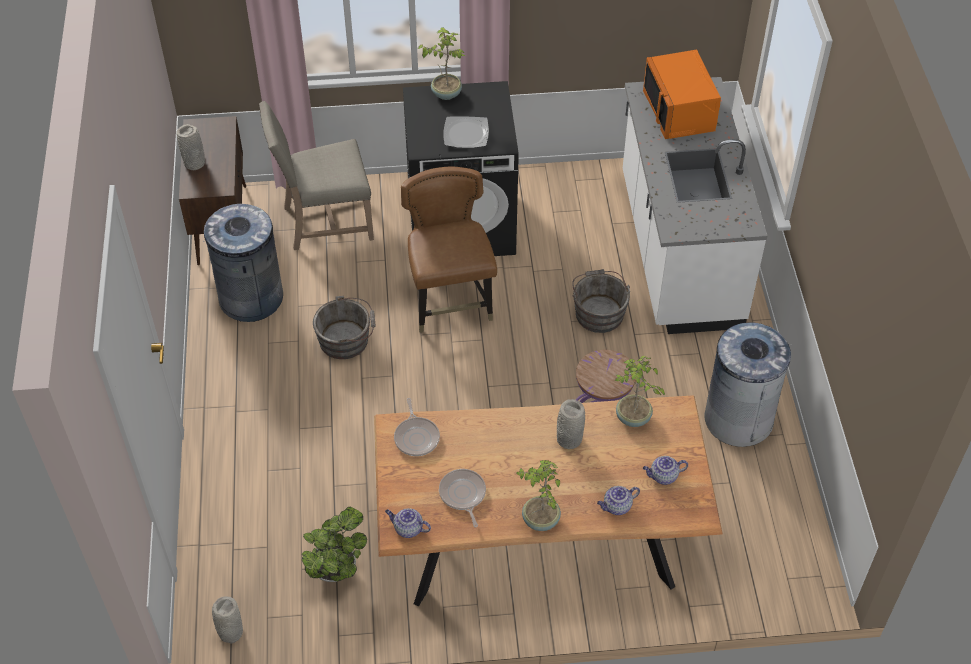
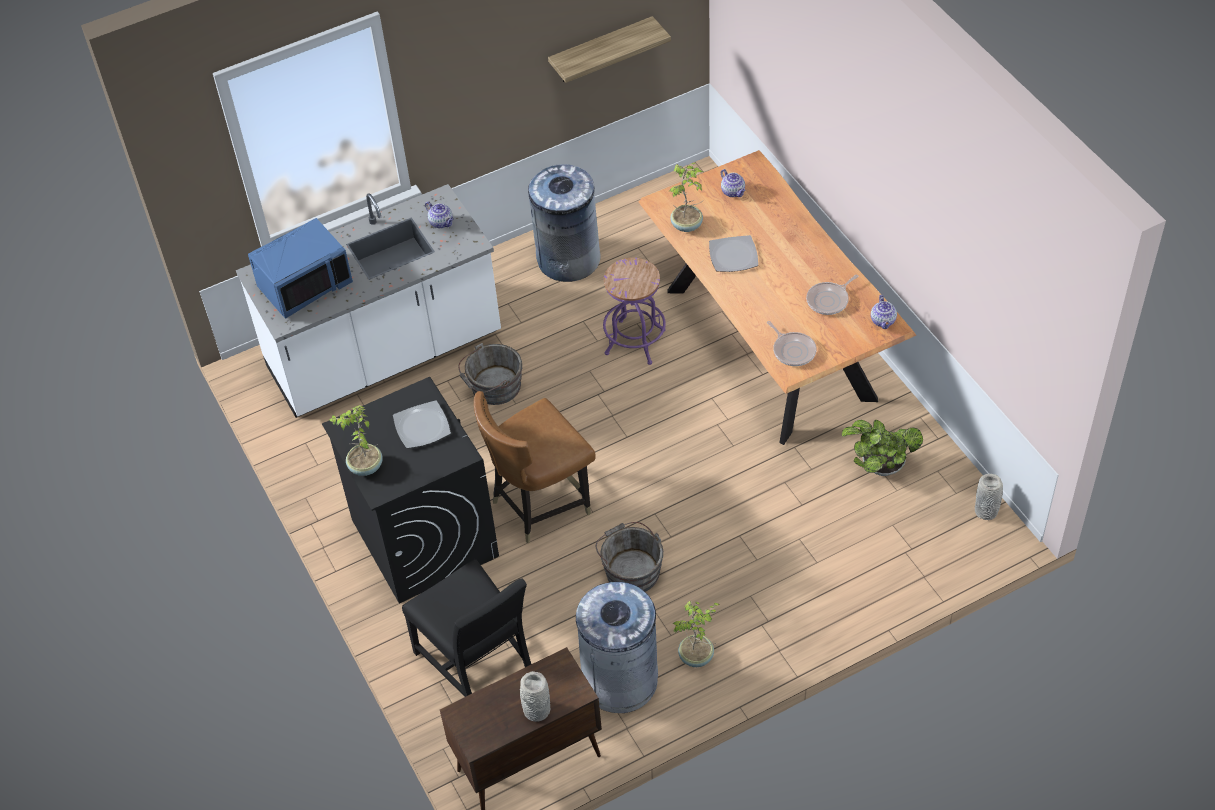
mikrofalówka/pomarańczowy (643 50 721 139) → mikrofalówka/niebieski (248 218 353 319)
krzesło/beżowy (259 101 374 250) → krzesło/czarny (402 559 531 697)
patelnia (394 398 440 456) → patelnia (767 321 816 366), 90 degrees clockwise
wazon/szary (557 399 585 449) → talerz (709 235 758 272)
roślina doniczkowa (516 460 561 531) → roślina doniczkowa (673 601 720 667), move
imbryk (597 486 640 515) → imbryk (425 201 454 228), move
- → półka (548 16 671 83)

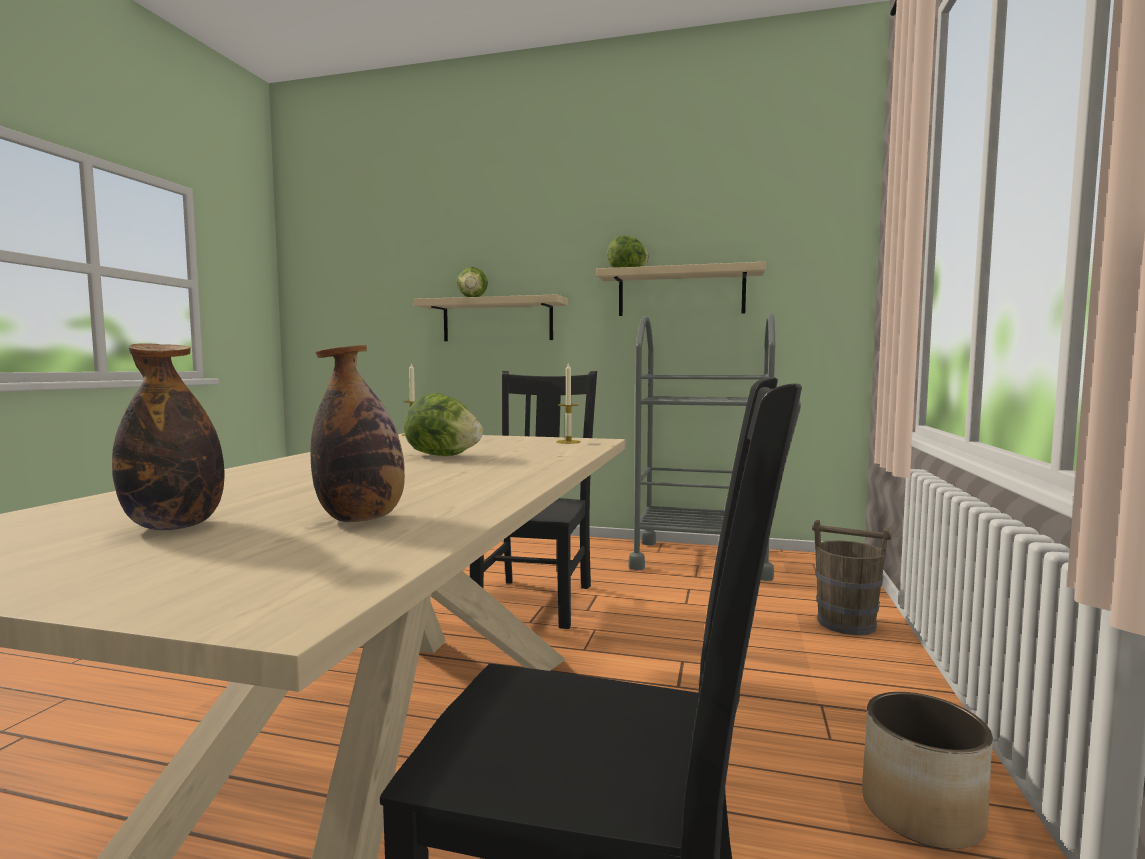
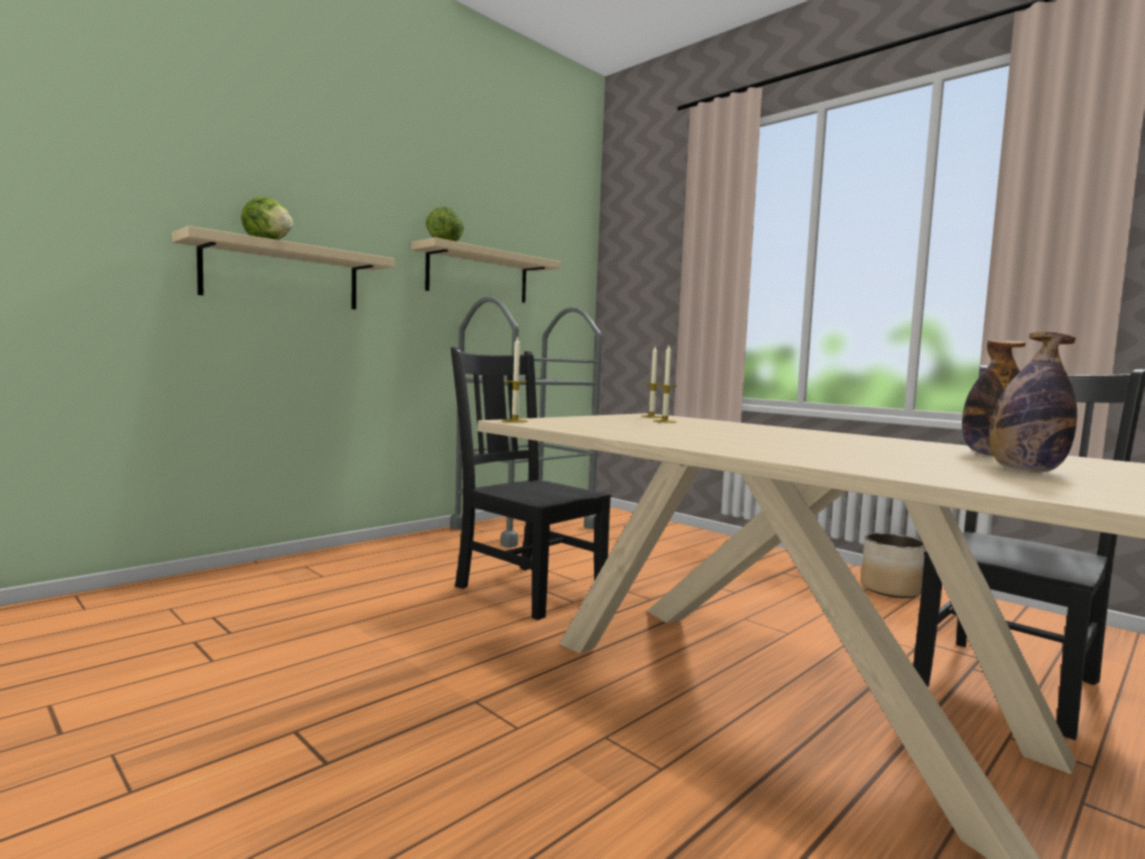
sałata (404 393 483 456) → -
wiadro/brązowy (812 520 891 635) → -
- → świeca (653 345 677 423)

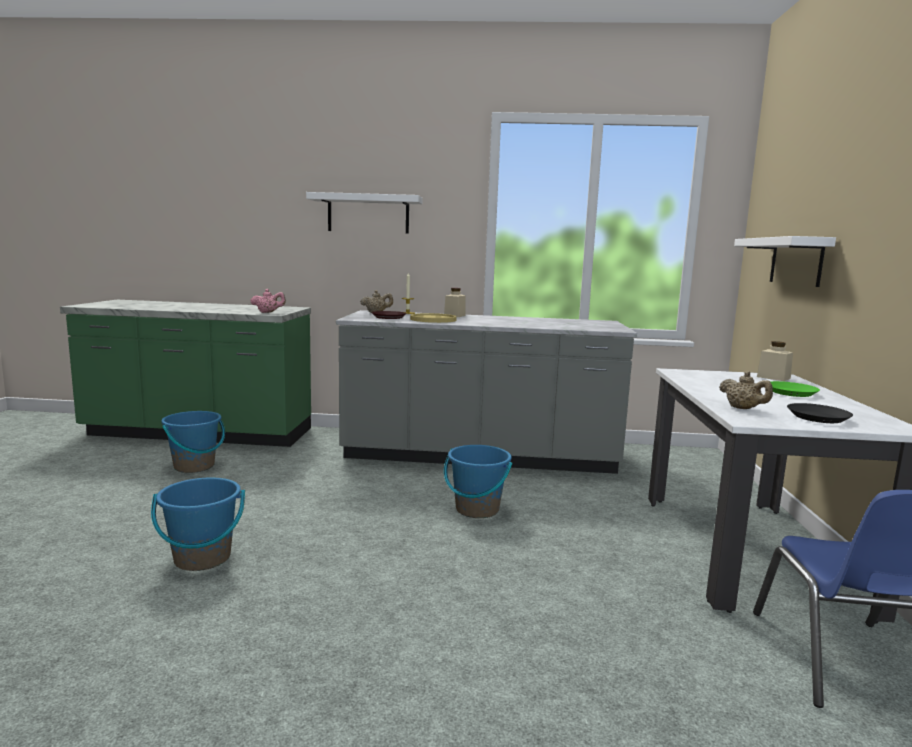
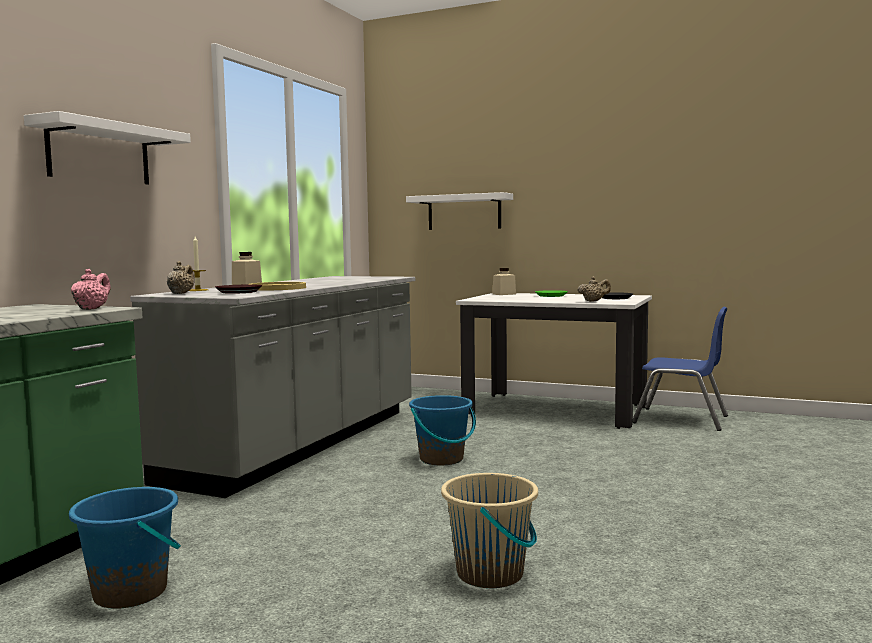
wiadro/niebieski (151 477 245 571) → wiadro/beżowy (441 473 538 588)

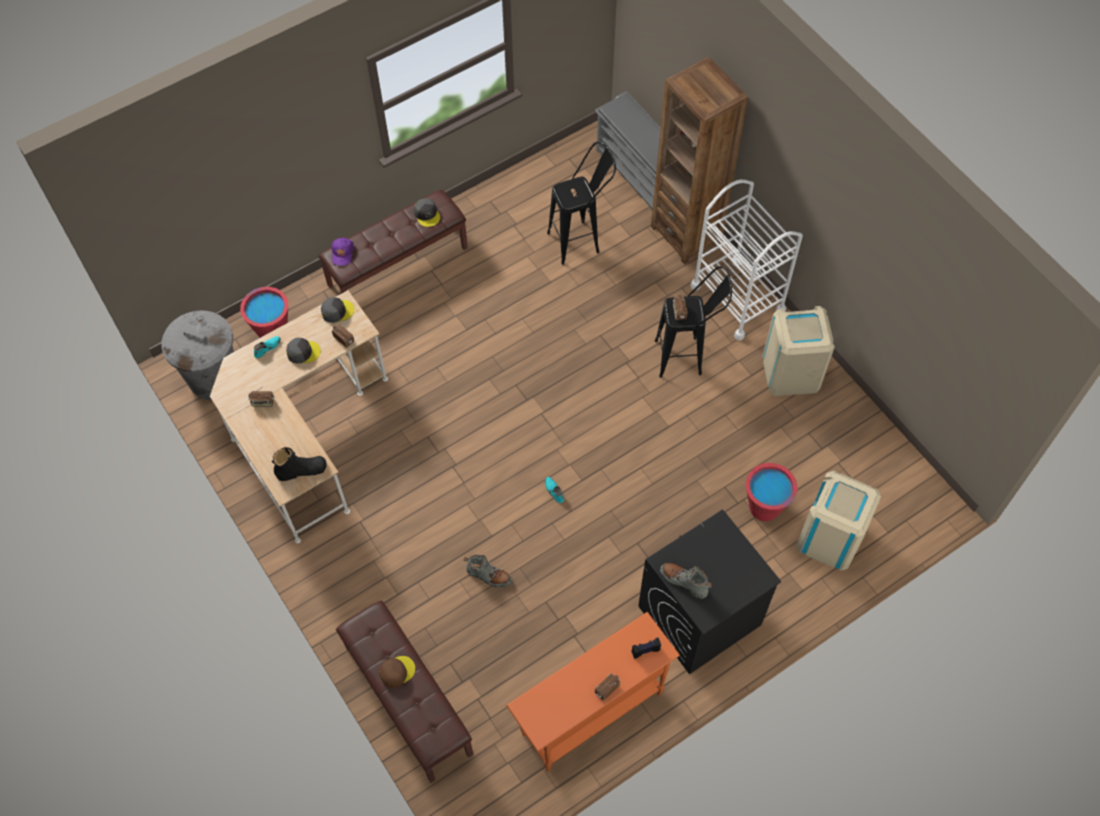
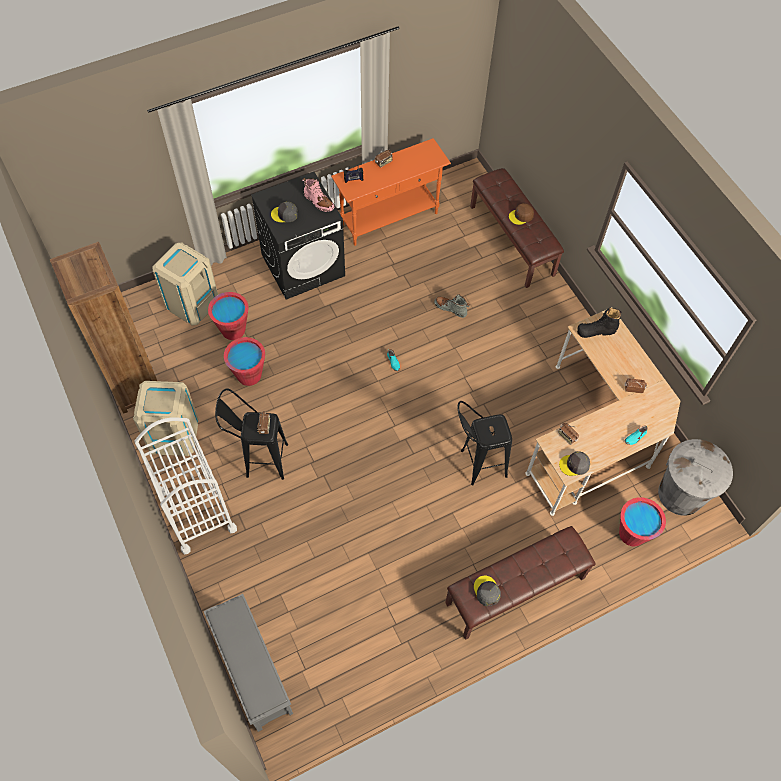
regał/brązowy (651 57 748 264) → regał/brązowy (50 242 157 414), move
stołek/czarny (547 141 616 265) → stołek/czarny (457 401 512 485), move
czapka z daszkiem/fioletowy (331 238 354 265) → -
czapka z daszkiem/szary (286 338 321 364) → czapka z daszkiem/szary (271 202 298 222), move
but z cholewką/szary (660 563 712 599) → but z cholewką/różowy (302 178 334 212)
- → wiadro/czerwony (224 337 265 386)

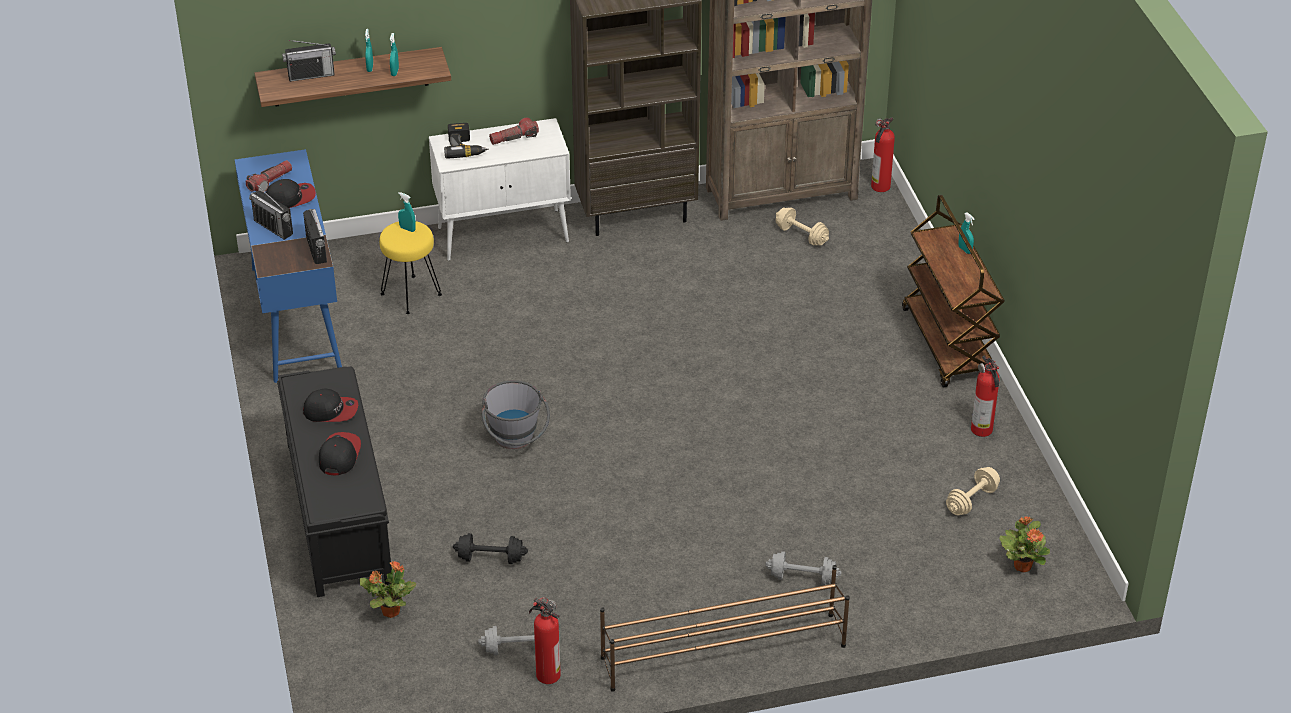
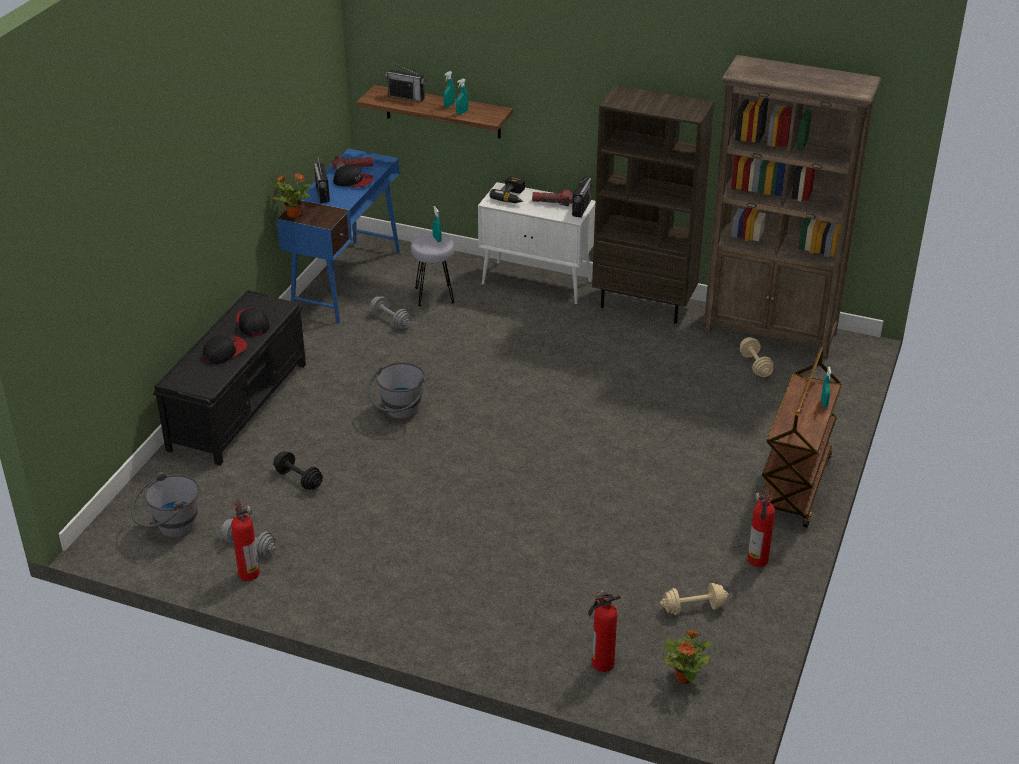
gaśnica (871 117 895 192) → gaśnica (588 590 621 672), move
radio (303 209 327 264) → radio (572 177 592 218), move
stołek/żółty (379 221 442 314) → stołek/szary (411 233 455 306)
czapka z daszkiem (303 389 358 422) → czapka z daszkiem (236 308 270 336), 150 degrees counterclockwise
hantel/szary (765 551 841 585) → hantel/szary (370 296 412 329), move
roślina doniczkowa (359 561 416 618) → roślina doniczkowa (273 173 311 218), move
regał na buty/brązowy (600 565 850 692) → -
- → wiadro/szary (131 472 200 538)

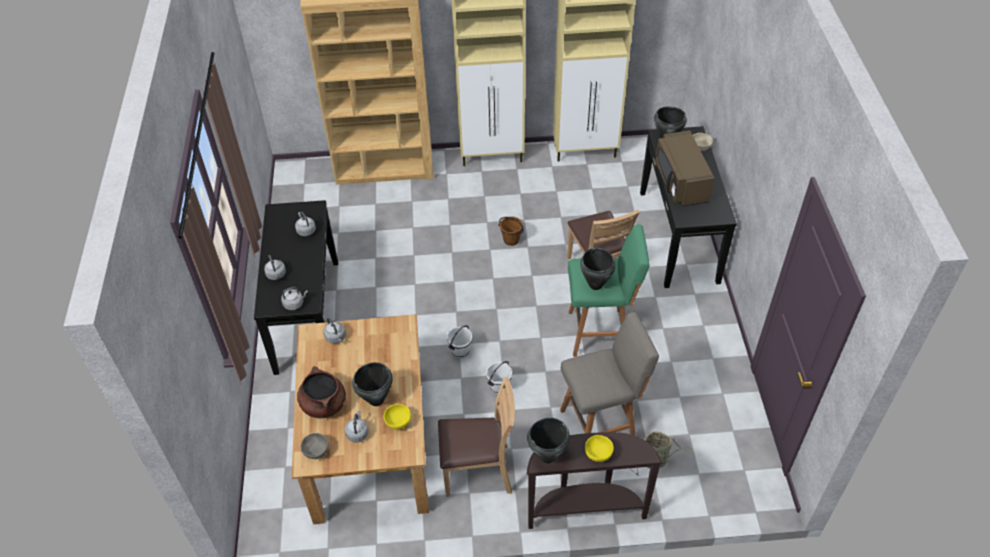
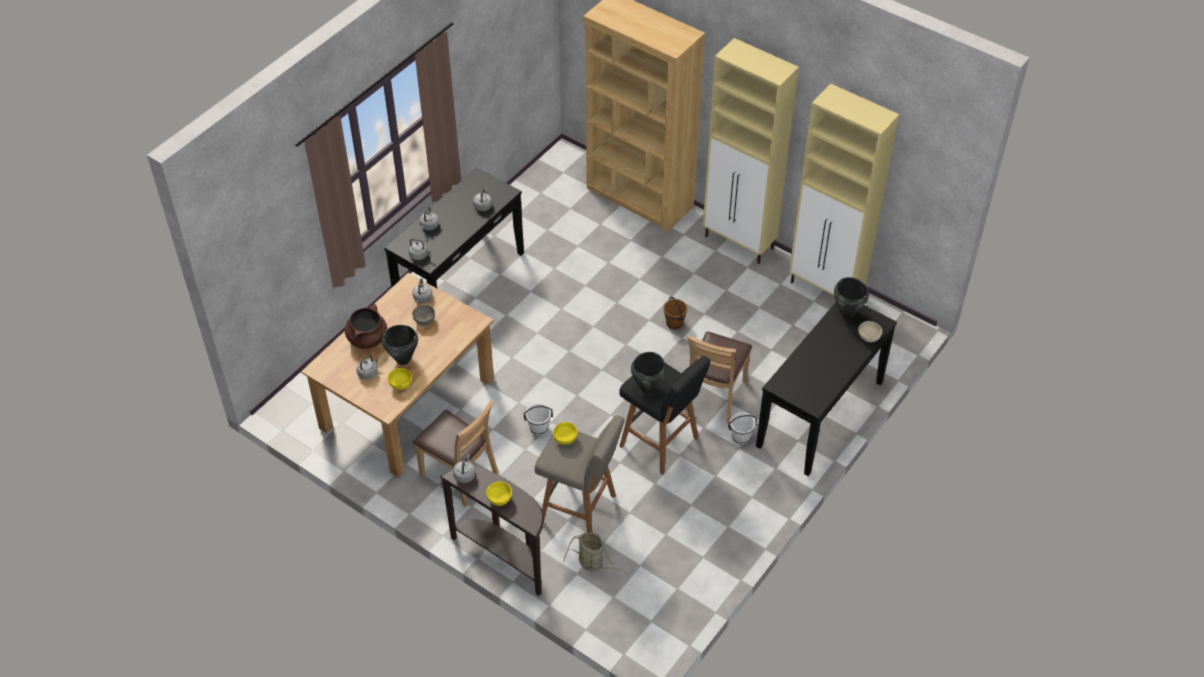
mikrofalówka/brązowy (655 130 715 207) → -
stołek/zielony (568 224 650 357) → stołek/czarny (619 356 711 475)
wiadro/biały (447 325 472 358) → wiadro/biały (728 412 757 445), move
garnek/czarny (527 418 570 463) → czajnik/szary (453 454 475 483)
miska/szary (301 433 329 459) → miska/szary (412 305 435 325), move
- → miska/żółty (553 422 578 445)

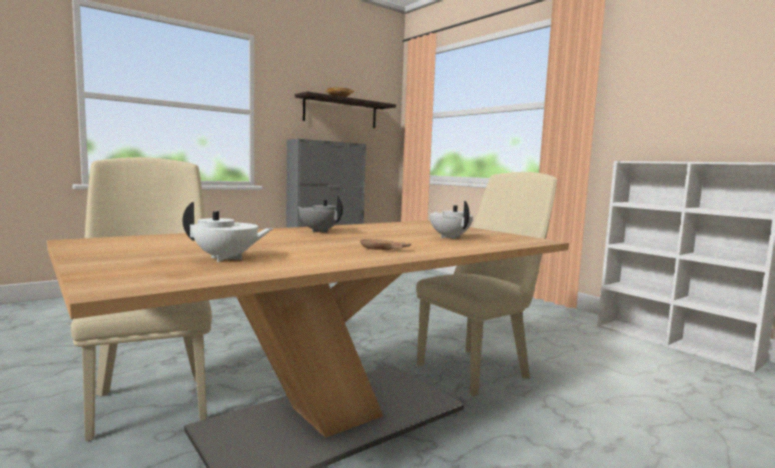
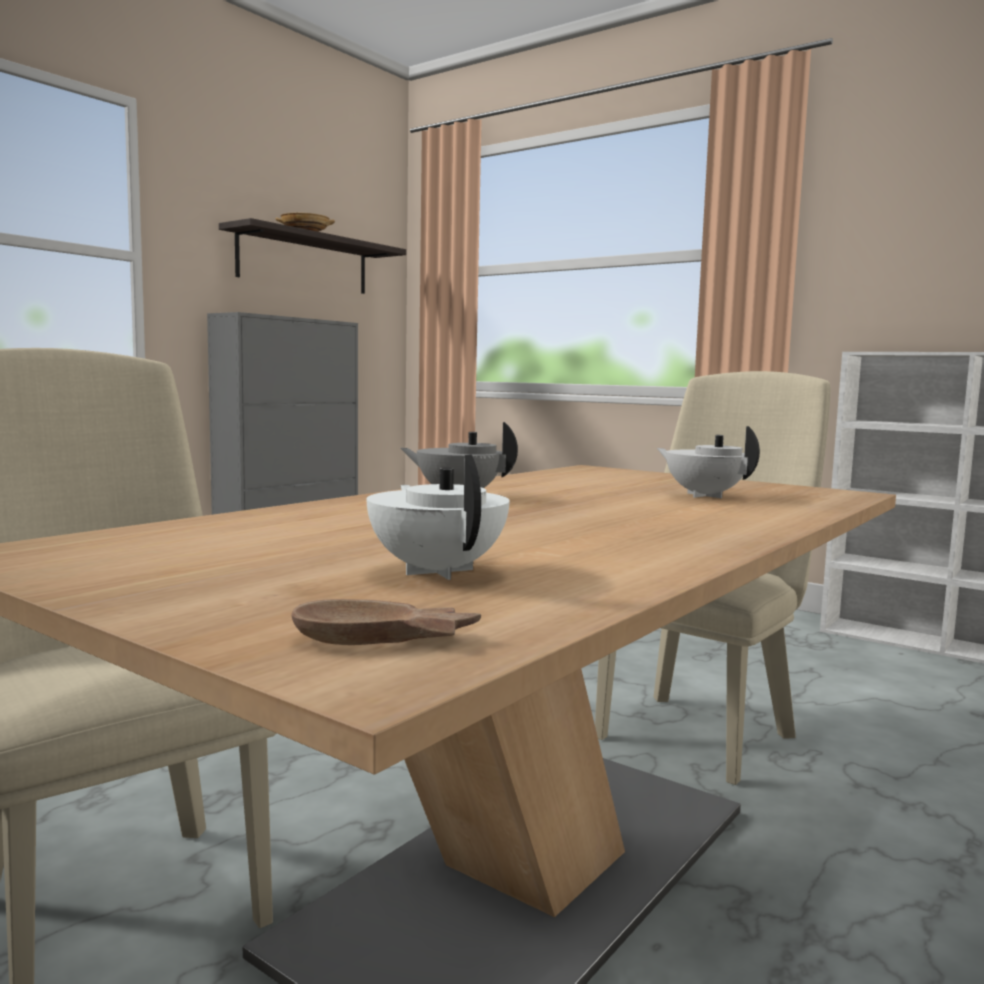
imbryk/biały (183 202 274 262) → imbryk/biały (367 455 510 580), 105 degrees counterclockwise
miska/brązowy (360 239 411 250) → miska/brązowy (292 599 481 645), move

